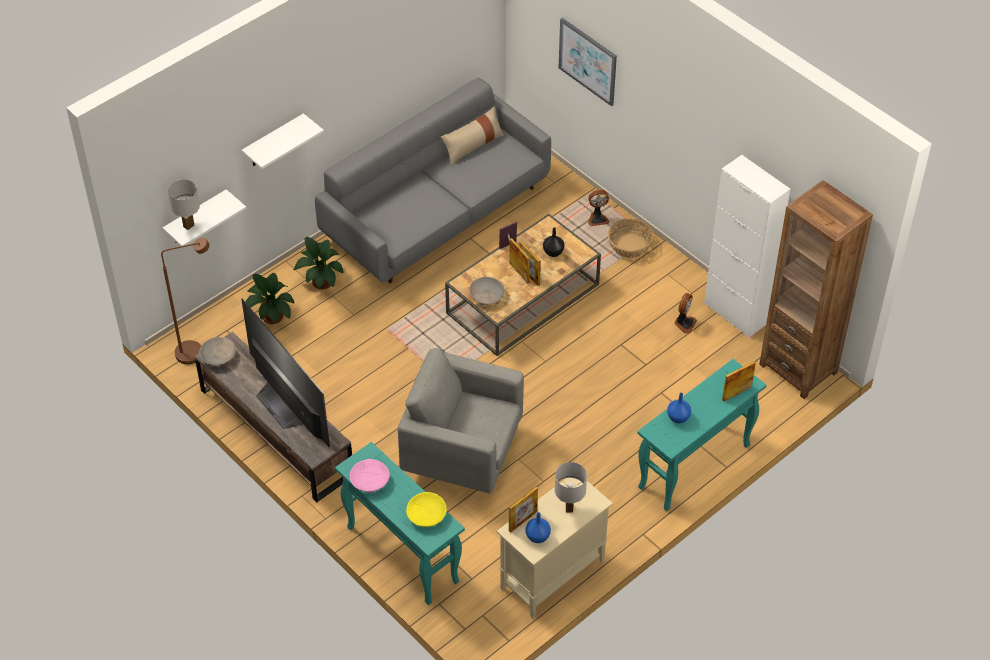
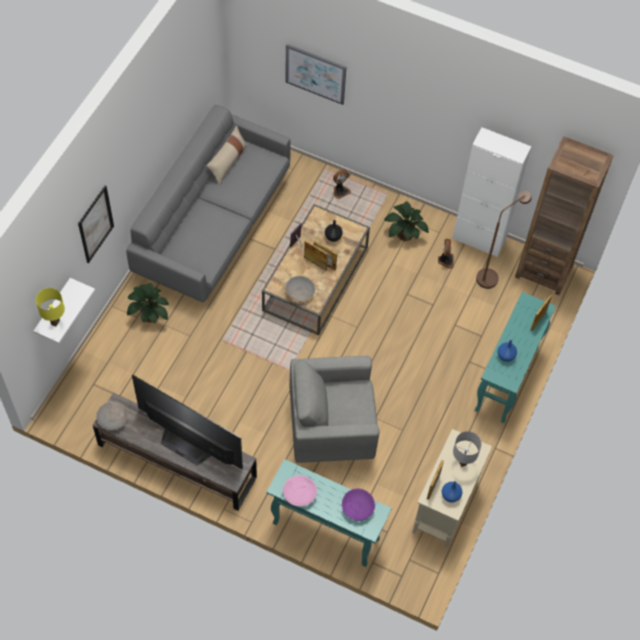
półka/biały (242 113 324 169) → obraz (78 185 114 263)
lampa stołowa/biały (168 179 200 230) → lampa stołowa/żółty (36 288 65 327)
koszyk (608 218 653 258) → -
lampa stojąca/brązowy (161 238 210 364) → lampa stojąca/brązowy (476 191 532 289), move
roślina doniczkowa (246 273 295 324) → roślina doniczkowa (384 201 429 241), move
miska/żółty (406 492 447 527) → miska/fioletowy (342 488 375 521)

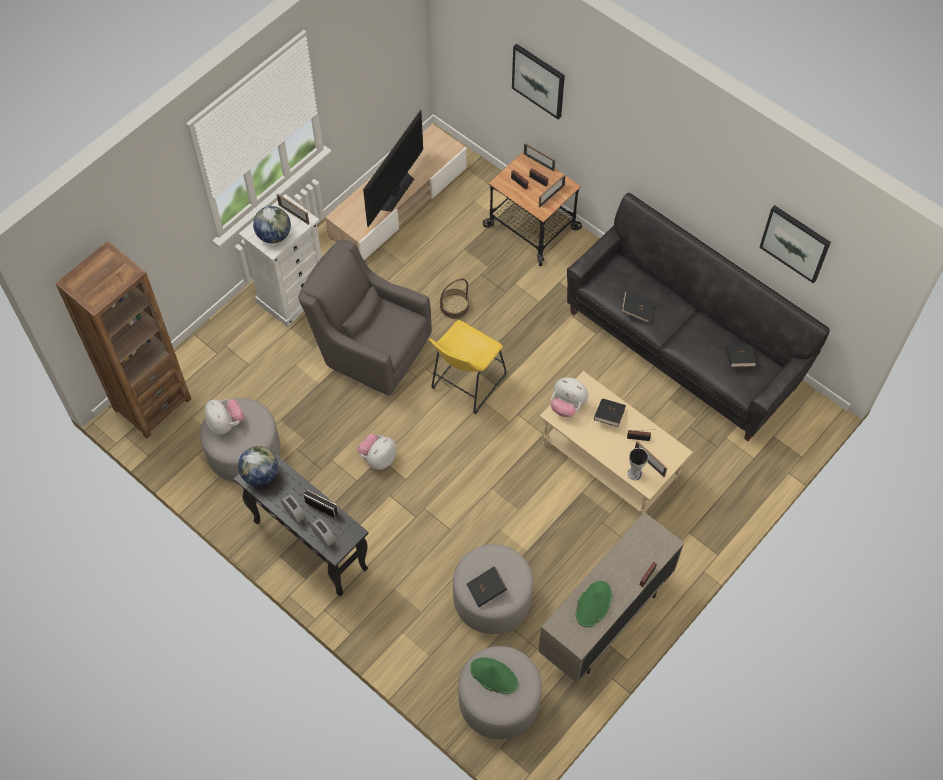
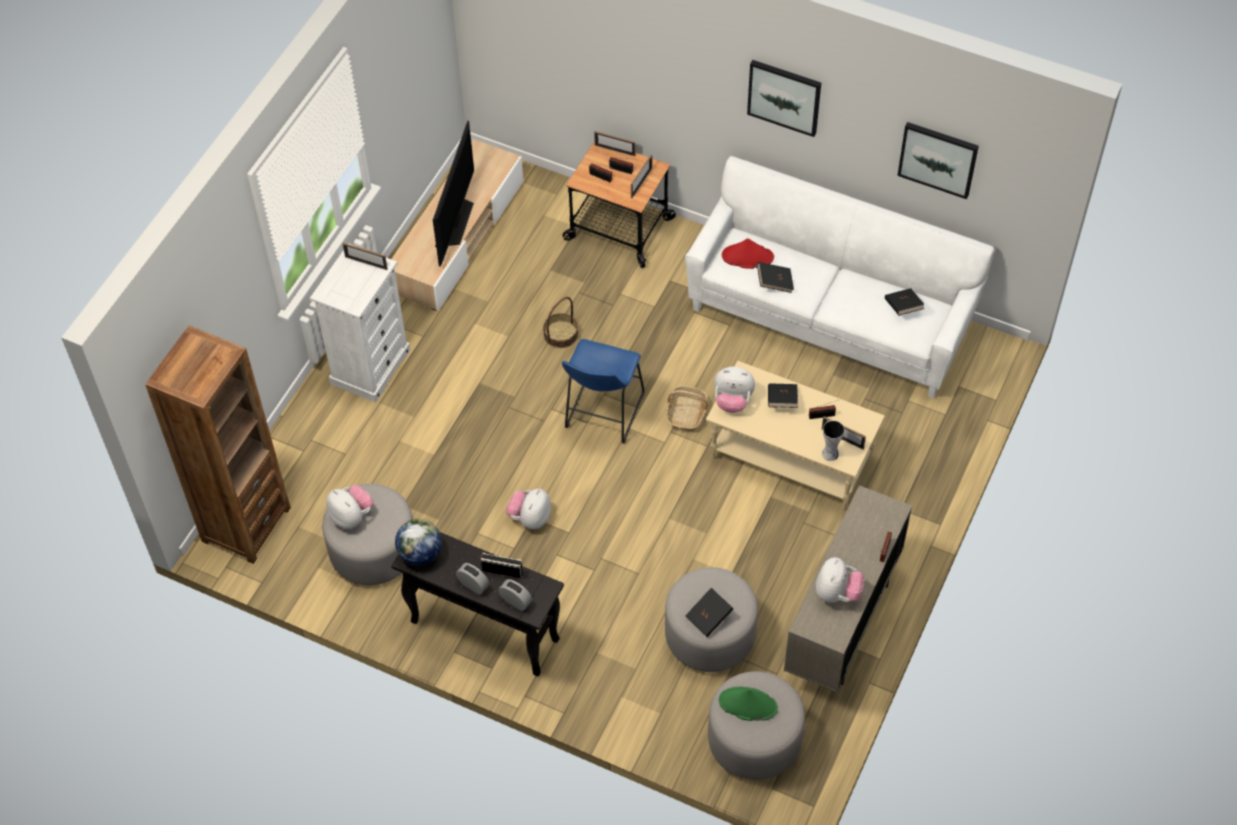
obraz (512 44 565 119) → obraz (747 60 821 137), move
kanapa/czarny (567 193 830 441) → kanapa/biały (685 156 994 398)
globus (253 206 291 243) → -
fotel/szary (298 239 432 395) → -
stołek/żółty (429 320 507 414) → stołek/niebieski (562 339 644 444)
kapelusz/zielony (575 581 612 627) → pluszak (816 557 864 603)
- → kapelusz/czerwony (722 238 774 269)
- → koszyk (666 386 708 431)

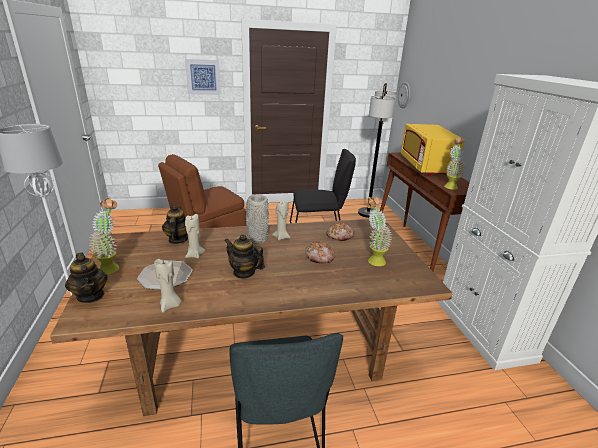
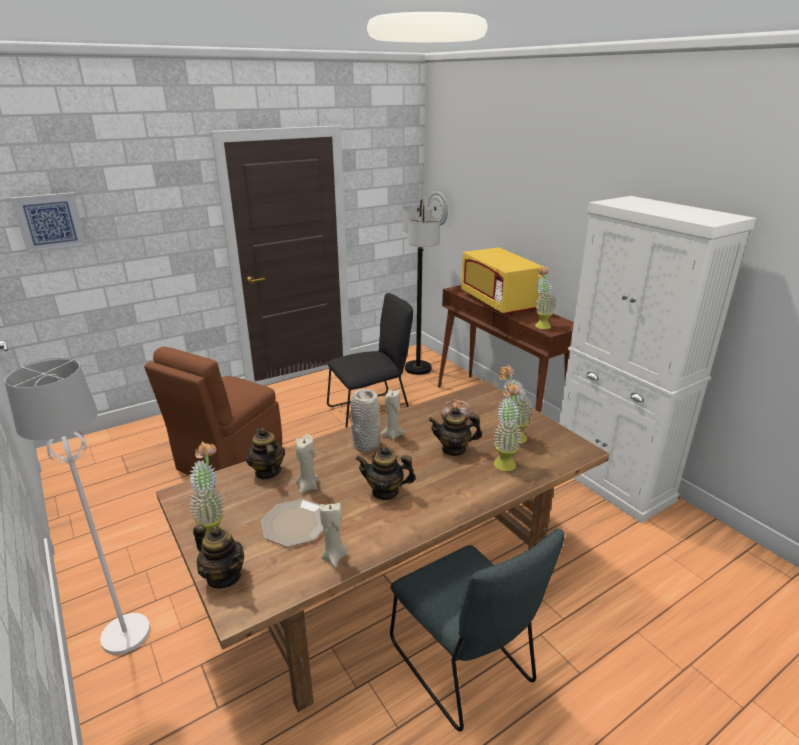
obraz (185 59 221 95) → obraz (11 192 87 254), move
chleb (305 241 335 263) → imbryk (429 407 482 456)
- → roślina doniczkowa (493 383 523 471)

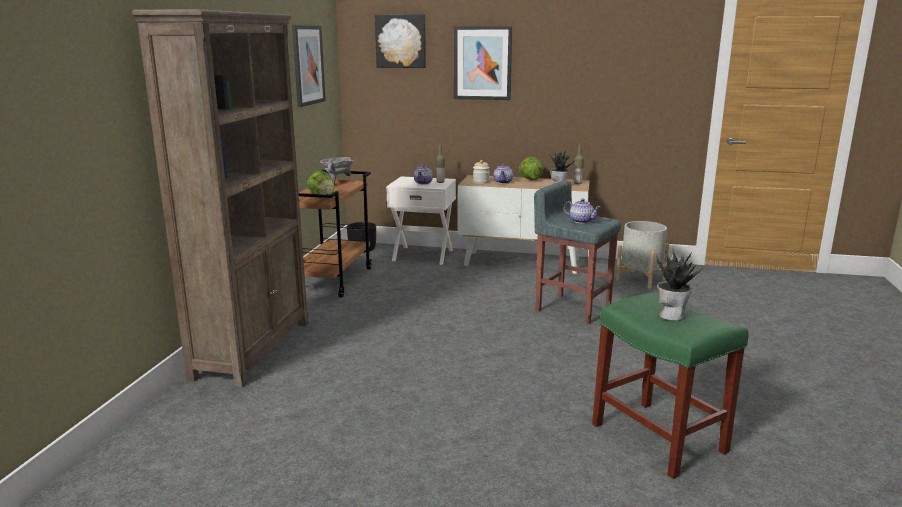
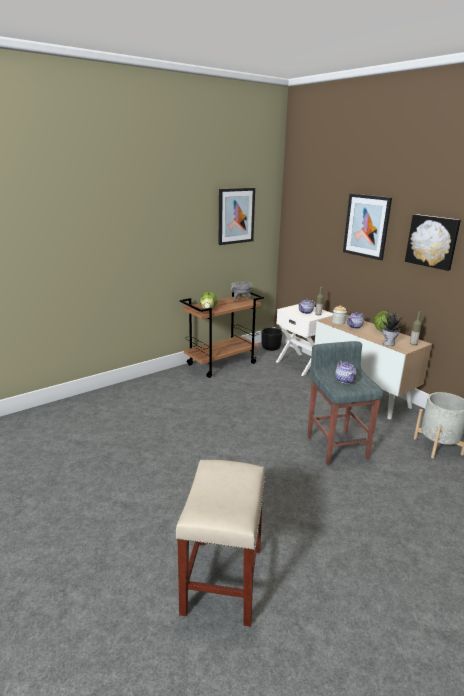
regał/brązowy (132 9 308 387) → -
obraz (375 14 426 68) → obraz (405 214 461 271), move
roślina doniczkowa (656 250 706 321) → -
stołek/zielony (592 293 748 479) → stołek/beżowy (176 460 265 627)

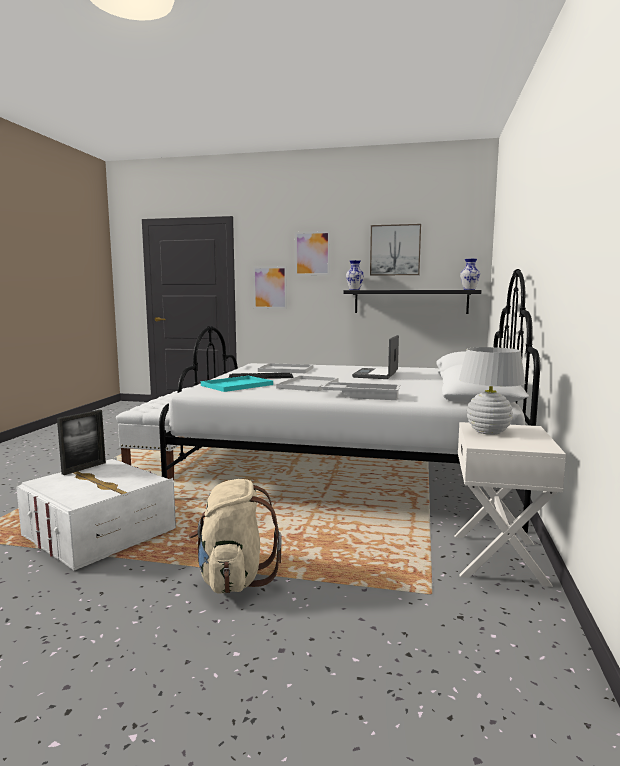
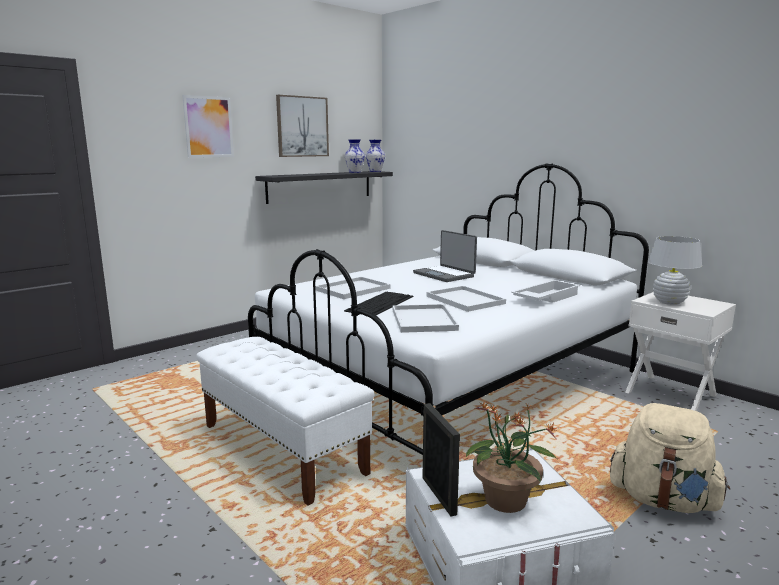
wazon (346 260 364 290) → wazon (345 139 365 173), move
obraz (253 266 287 309) → -
taca/turkusowy (201 376 273 392) → taca/biały (393 304 459 333)
- → roślina doniczkowa (466 401 557 513)

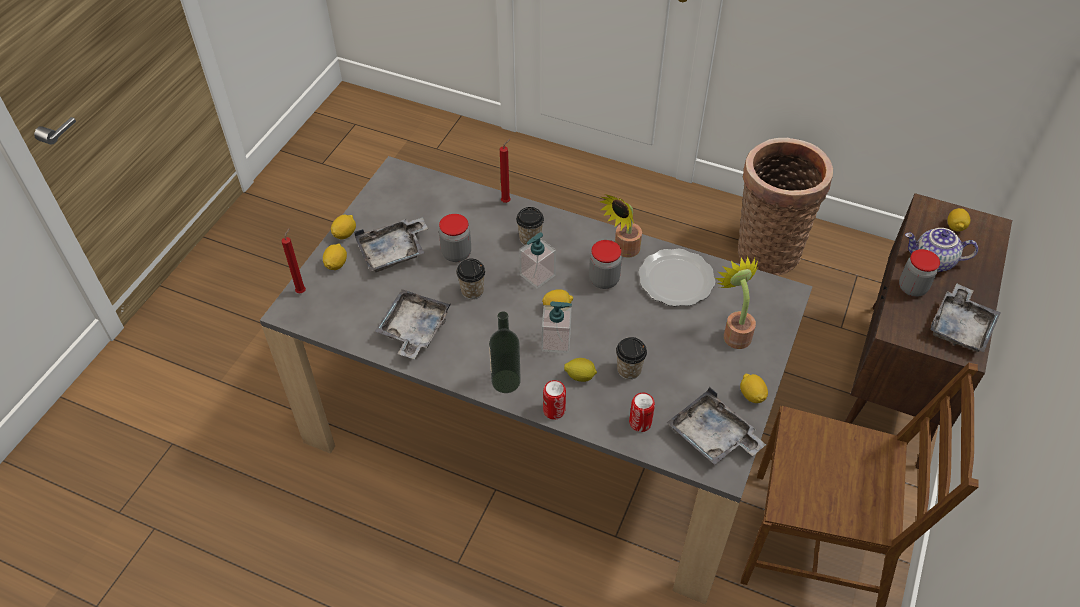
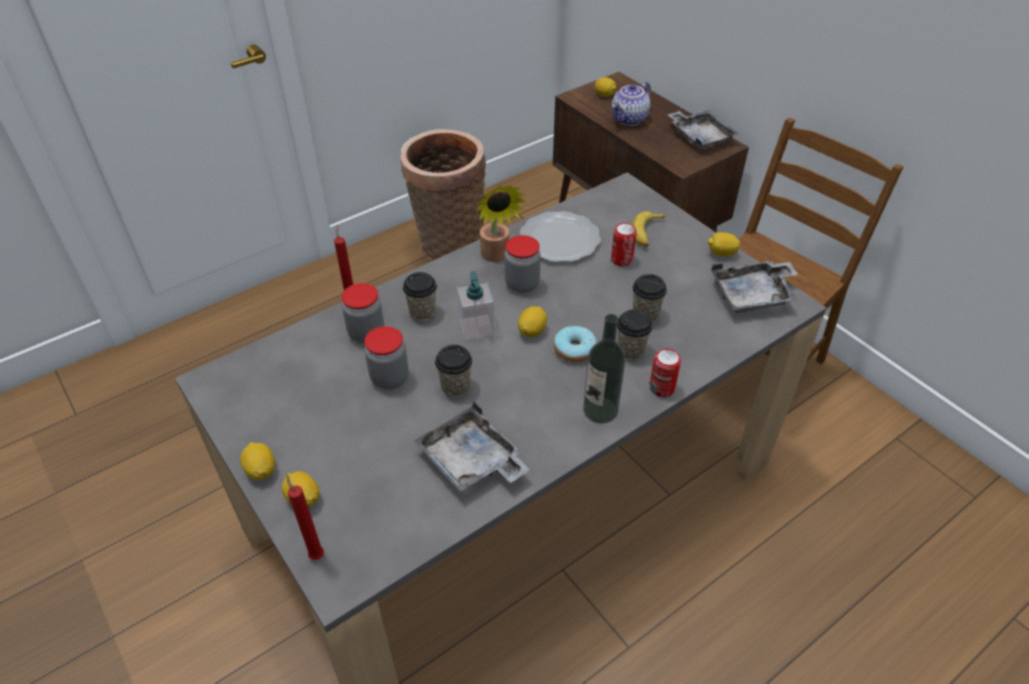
taca/szary (354 217 428 272) → -
słoik (899 249 940 297) → słoik (341 283 384 344), move
roślina doniczkowa (715 256 758 349) → banan (632 211 665 247)
dozownik mydła (542 301 572 353) → donut (554 326 597 362)
cytryna (564 358 597 382) → filiżanka (617 310 653 360)
puszka (629 393 655 432) → puszka (611 223 637 266), move

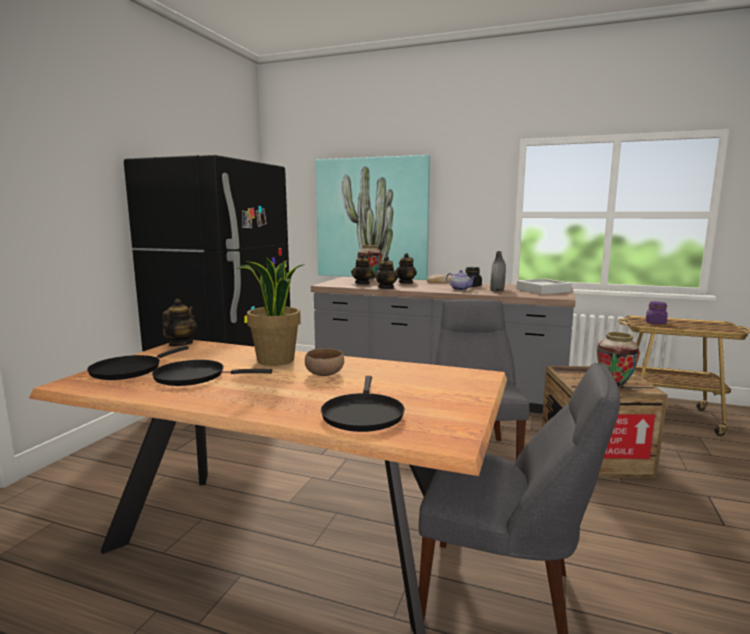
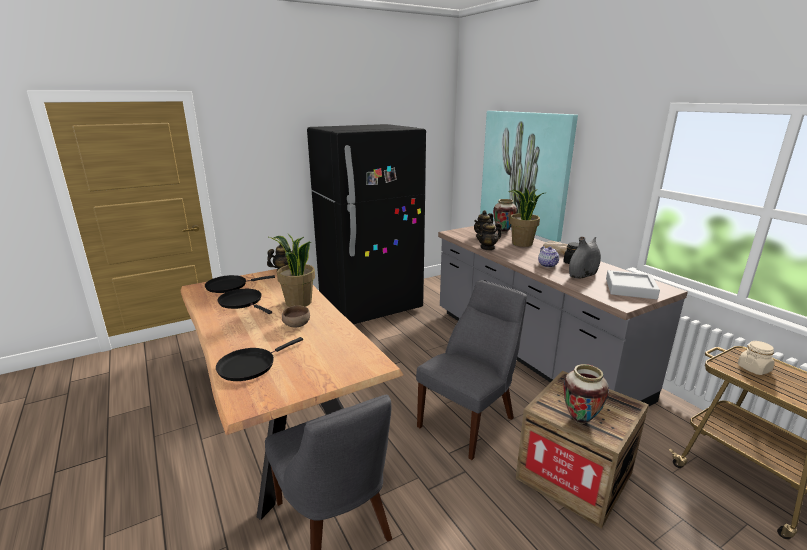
imbryk (396 253 417 284) → roślina doniczkowa (509 187 544 247)
słoik/fioletowy (646 301 667 324) → słoik/beżowy (738 341 775 375)

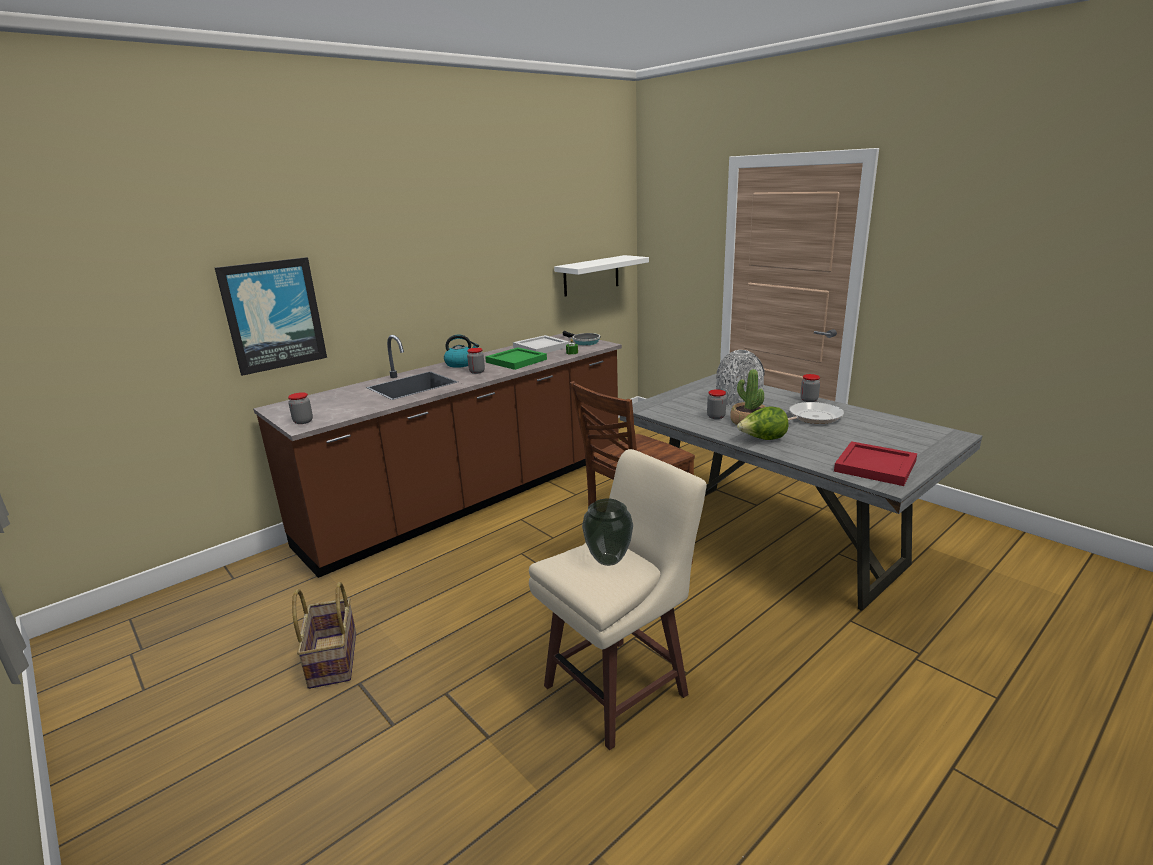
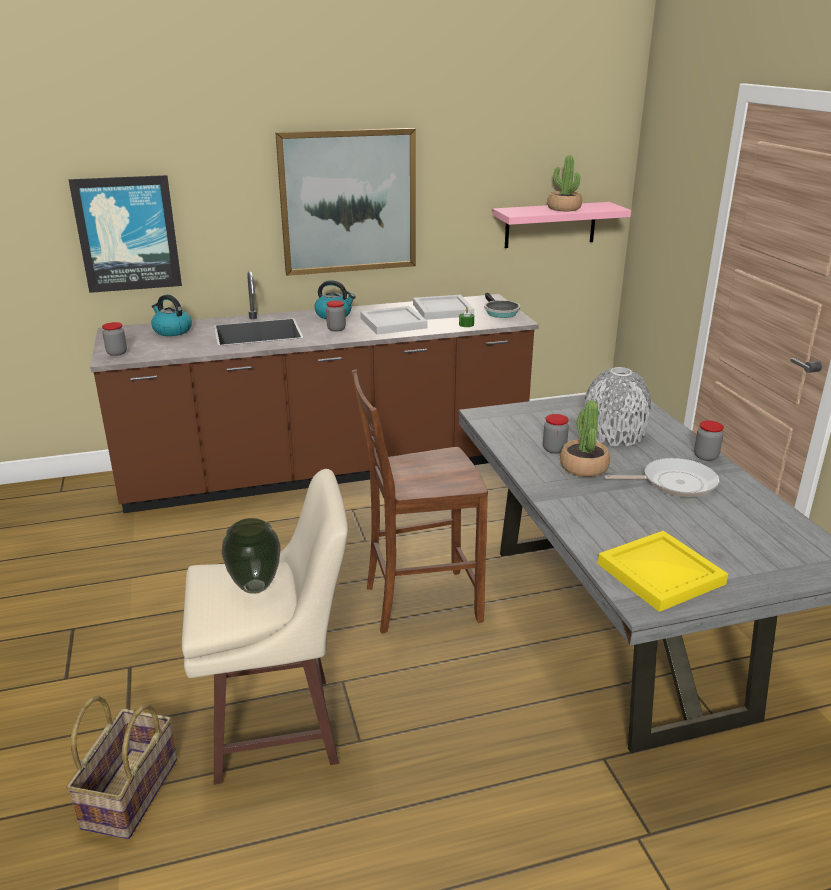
półka/biały (554 255 649 296) → półka/różowy (492 202 631 248)
taca/zielony (485 347 547 370) → taca/biały (360 306 428 335)
sałata (737 407 788 440) → -
taca/czerwony (834 441 917 486) → taca/żółty (597 531 728 612)
koszyk (292 582 356 689) → koszyk (66 696 177 839), move
- → obraz (275 128 416 276)
- → roślina doniczkowa (547 155 582 211)
- → czajnik (151 295 192 336)

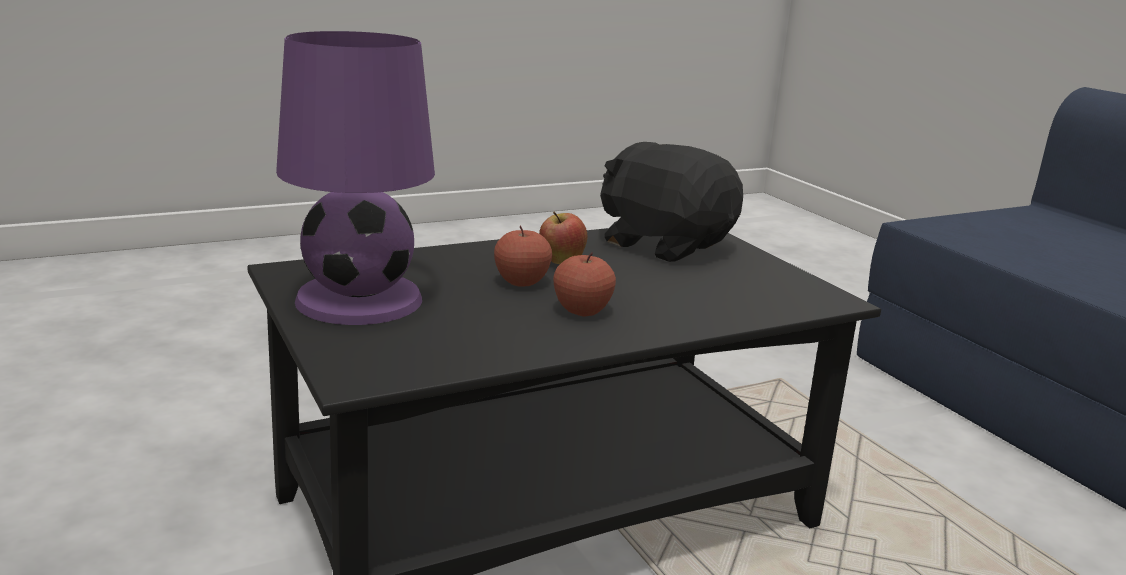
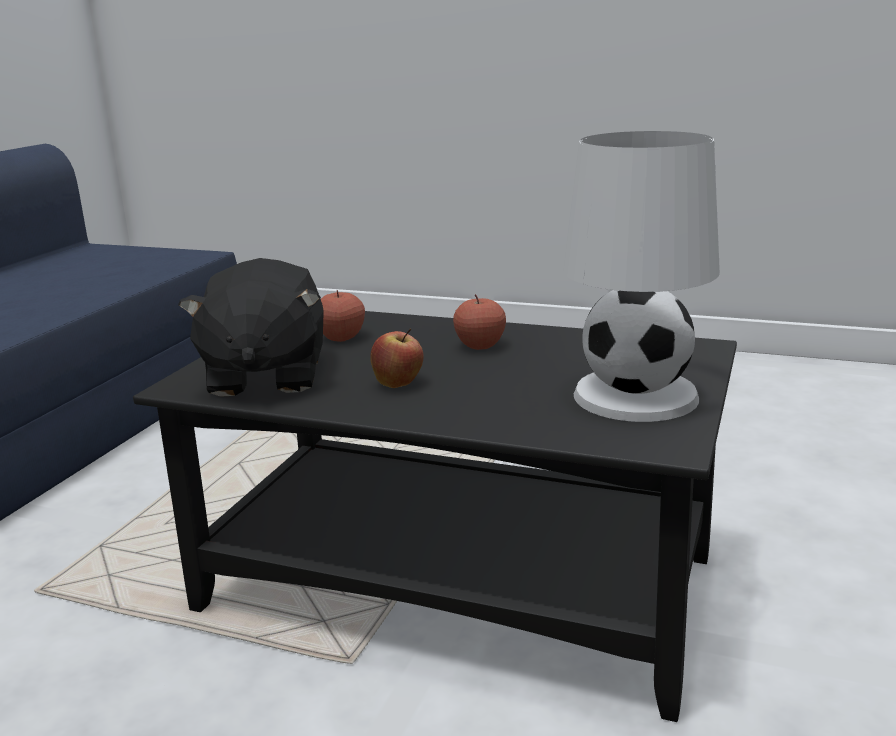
lampa stołowa/fioletowy (276 31 435 325) → lampa stołowa/biały (563 131 720 422)
jabłko (494 225 552 286) → jabłko (321 290 365 342), move

